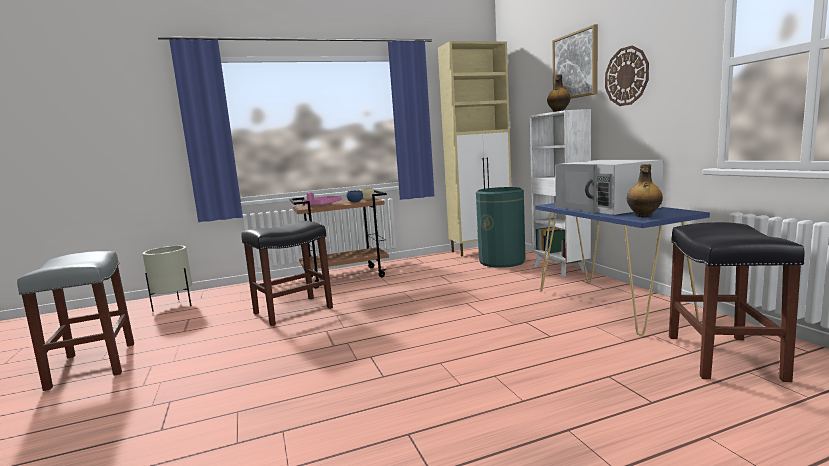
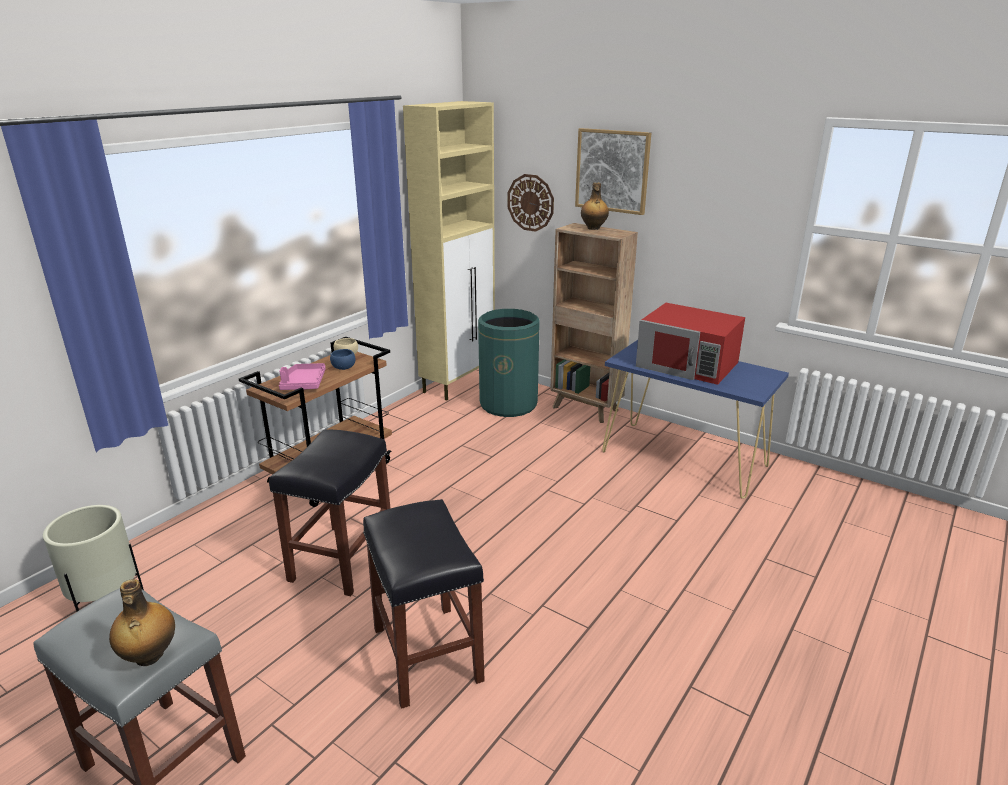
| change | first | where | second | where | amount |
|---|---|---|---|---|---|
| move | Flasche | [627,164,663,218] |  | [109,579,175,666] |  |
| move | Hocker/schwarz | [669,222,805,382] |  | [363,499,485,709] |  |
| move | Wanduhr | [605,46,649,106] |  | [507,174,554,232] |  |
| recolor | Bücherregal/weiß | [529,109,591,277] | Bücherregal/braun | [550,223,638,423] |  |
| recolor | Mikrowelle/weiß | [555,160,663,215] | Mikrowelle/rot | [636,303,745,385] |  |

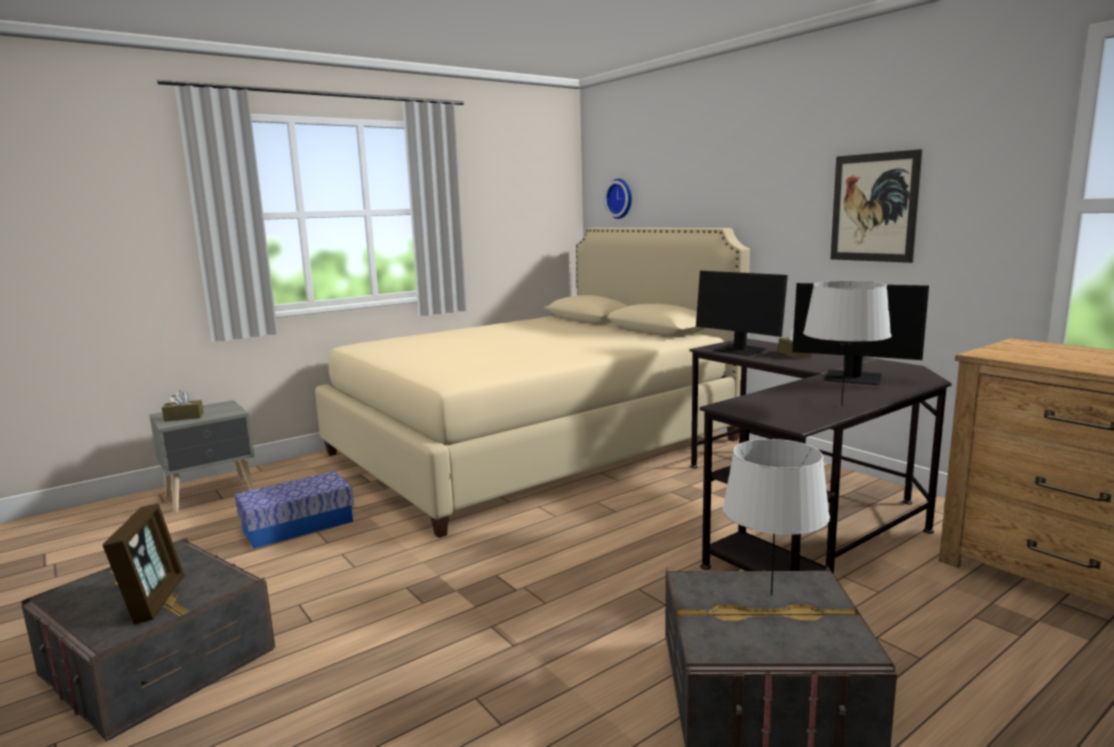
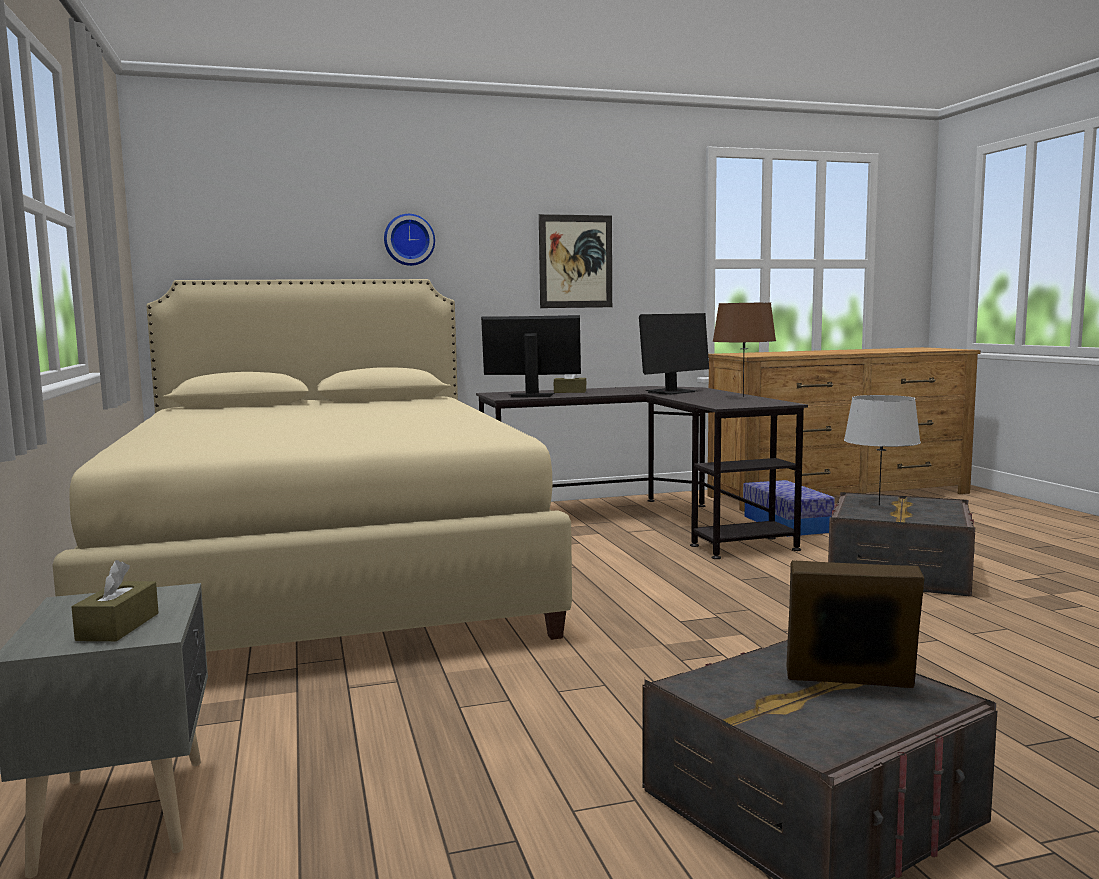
| change | first | where | second | where | amount |
|---|---|---|---|---|---|
| move | Wanduhr | [604,179,632,219] |  | [384,214,435,266] |  |
| rotate | Monitor | [696,271,788,356] |  | [481,315,581,397] | 150 degrees counterclockwise |
| recolor | Tischlampe/grau | [803,281,892,406] | Tischlampe/braun | [712,302,776,398] |  |
| move | Aufbewahrungsbox | [235,471,354,549] |  | [743,480,835,537] |  |

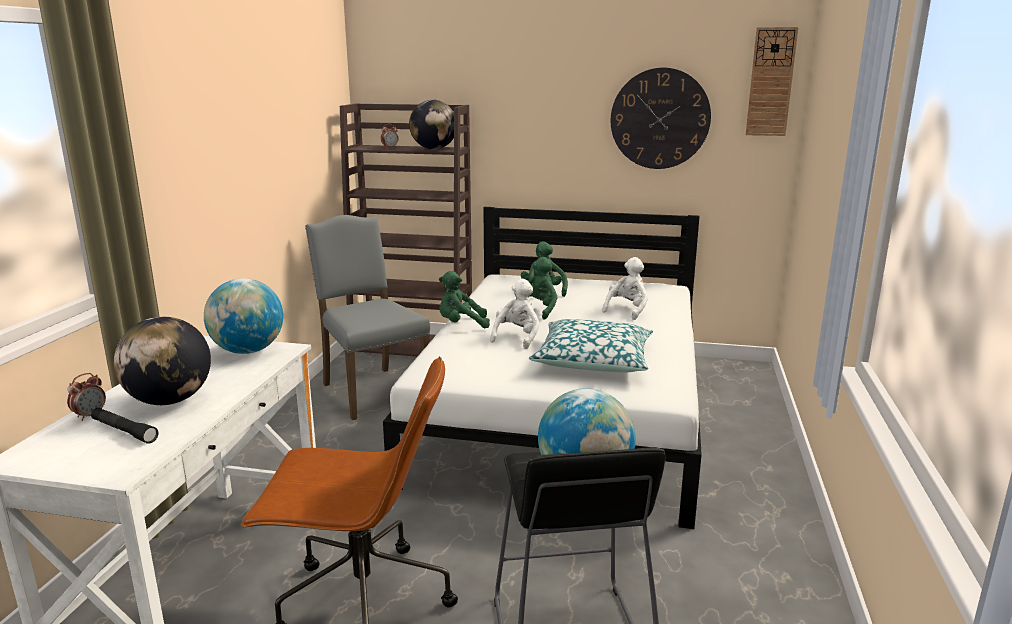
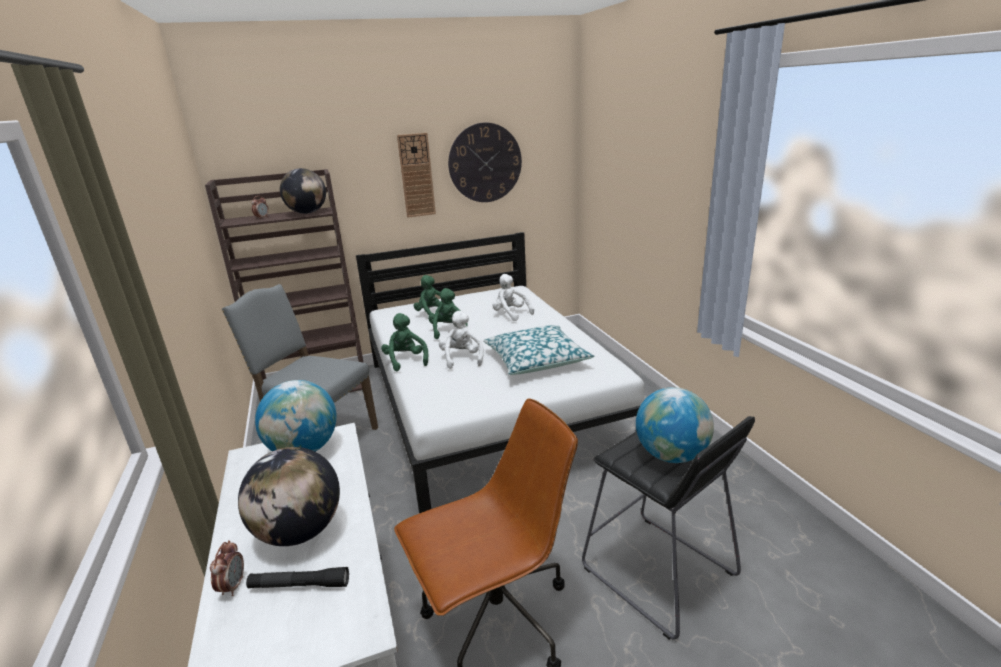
| change | first | where | second | where | amount |
|---|---|---|---|---|---|
| rotate | Plüschtier/grün | [439,271,490,328] |  | [381,313,428,371] | 105 degrees clockwise |
| move | Wanduhr | [746,27,798,136] |  | [397,133,436,218] |  |
| rotate | Plüschtier/weiß | [602,257,648,320] |  | [492,274,534,321] | 45 degrees counterclockwise |

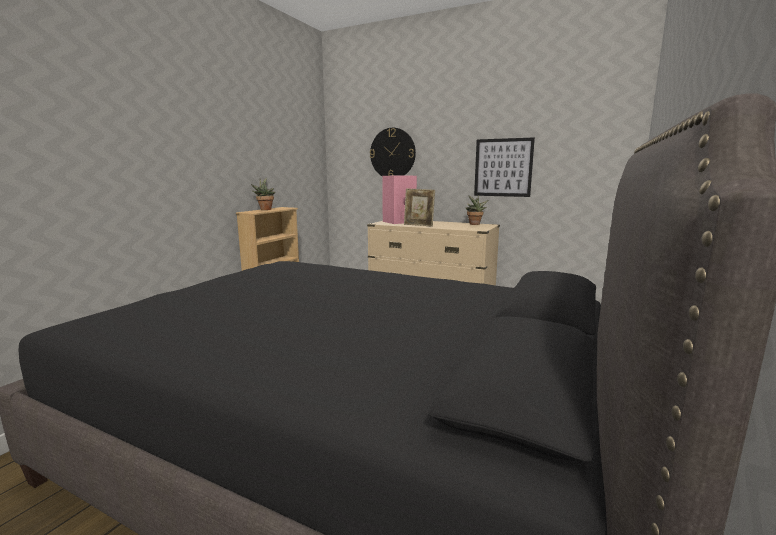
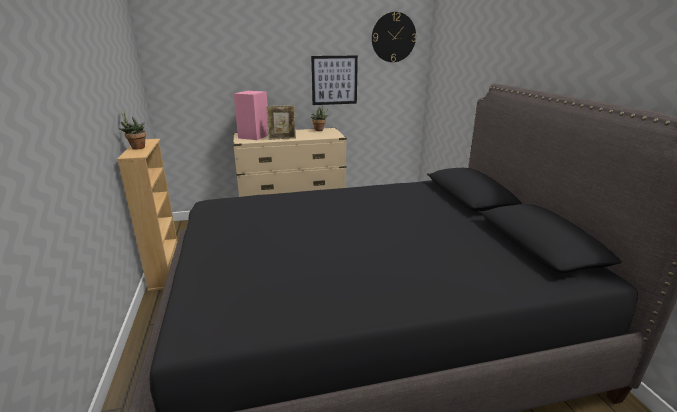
| change | first | where | second | where | amount |
|---|---|---|---|---|---|
| move | Wanduhr | [370,128,416,176] |  | [372,12,416,62] |  |

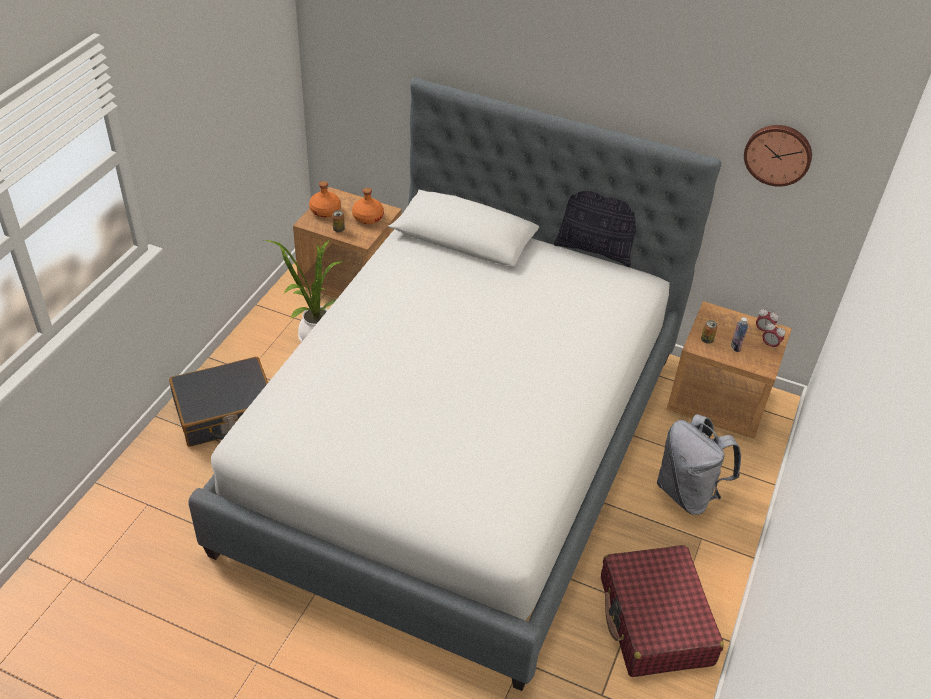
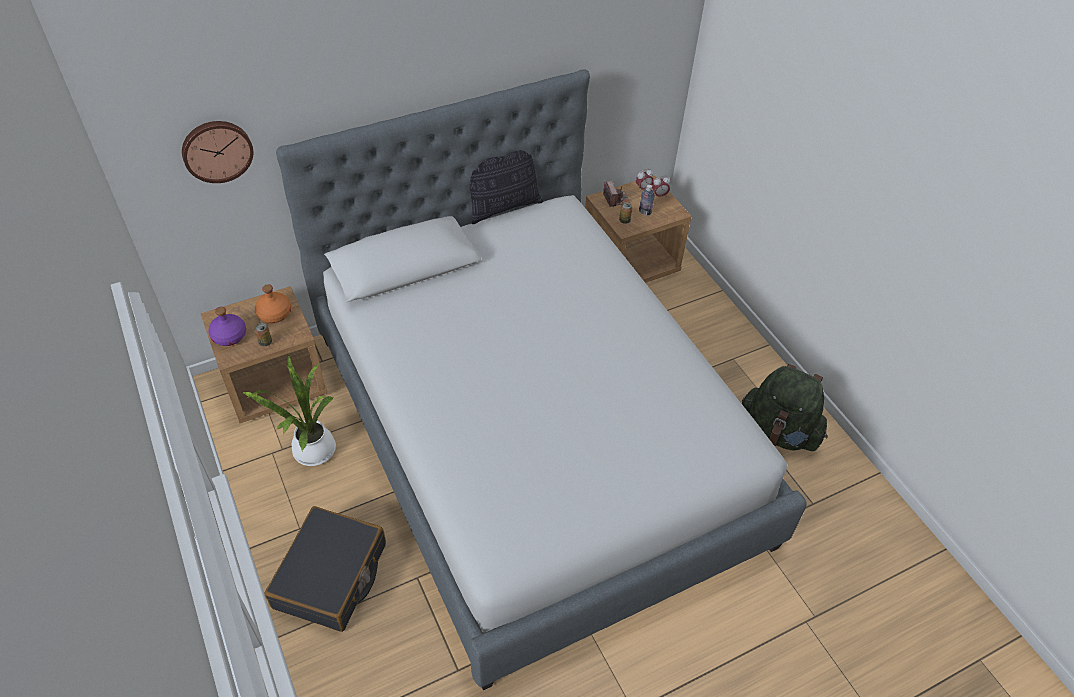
| change | first | where | second | where | amount |
|---|---|---|---|---|---|
| move | Wanduhr | [744,125,812,187] |  | [182,121,253,183] |  |
| recolor | Flasche/orange | [309,181,341,217] | Flasche/lila | [208,307,246,346] |  |
| insert |  |  | Kamera | [603,181,630,207] |  |
| replace | Koffer/rot | [601,545,724,677] | Rucksack/grün | [742,364,828,451] |  |
| delete | Rucksack/grau | [657,414,741,515] |  |  |  |

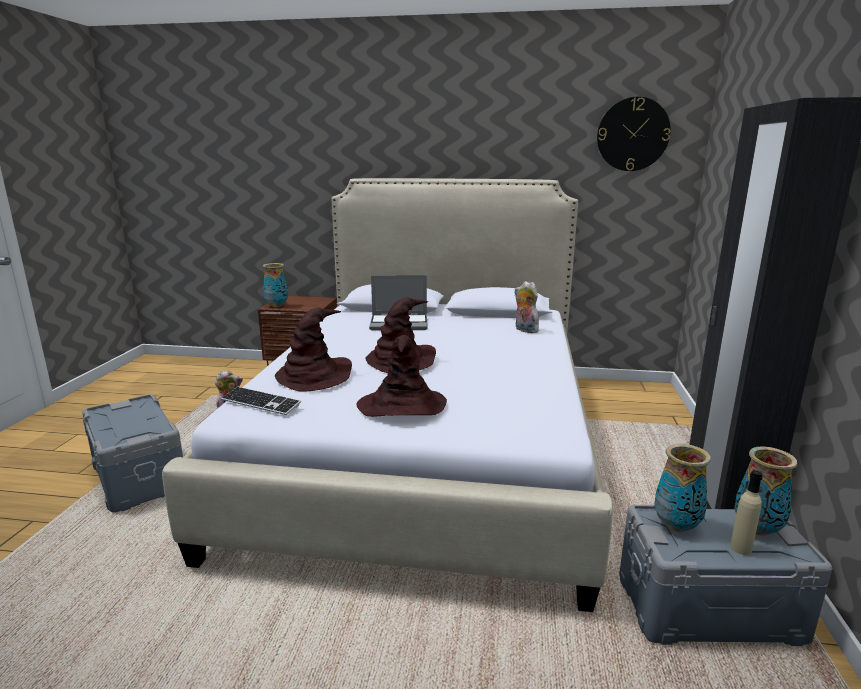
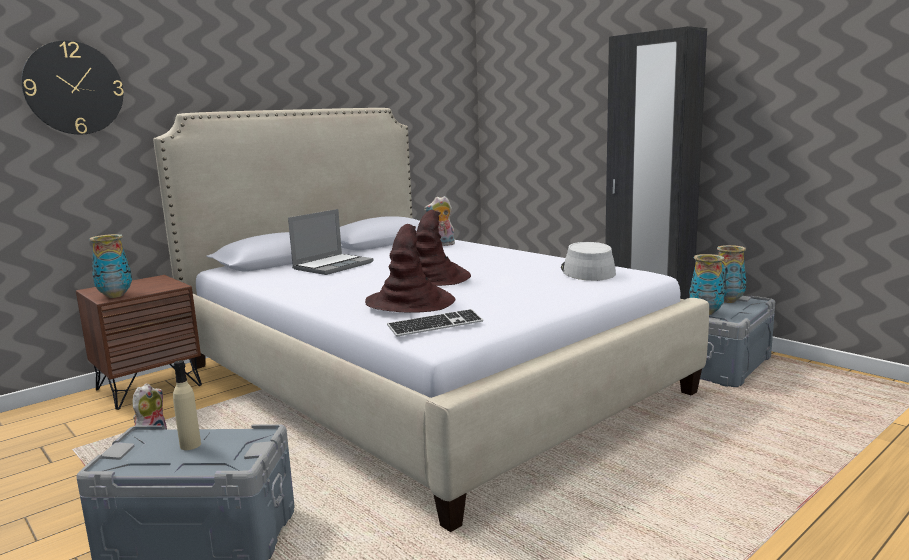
| change | first | where | second | where | amount |
|---|---|---|---|---|---|
| move | Wanduhr | [597,97,671,171] |  | [21,41,123,134] |  |
| move | Flasche/beige | [730,470,763,555] |  | [173,360,201,450] |  |
| insert |  |  | Hut/grau | [561,242,616,281] |  |
| delete | Hut/braun | [357,335,447,417] |  |  |  |

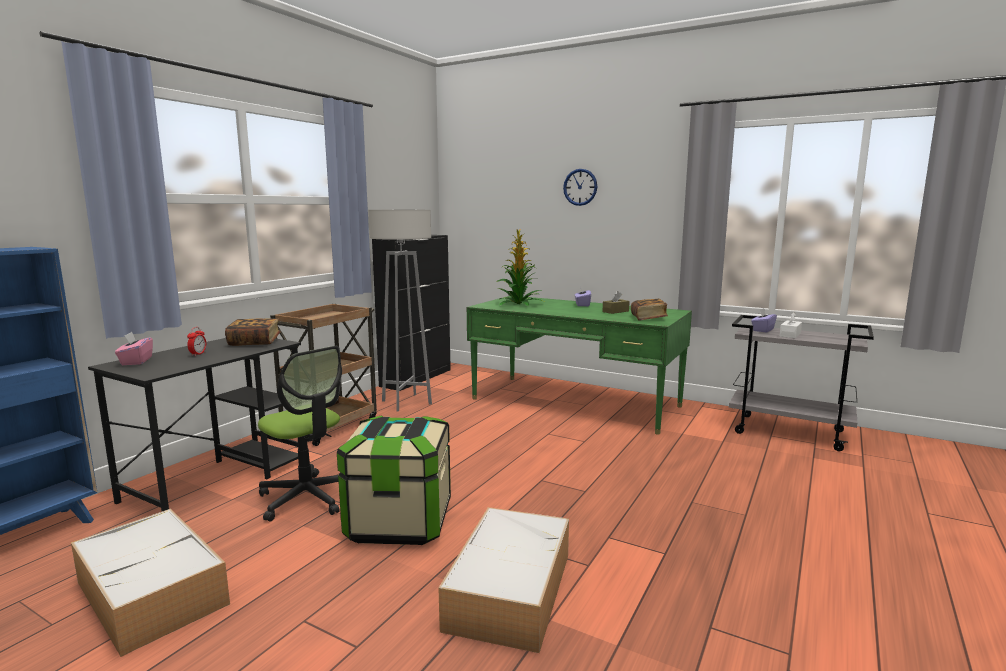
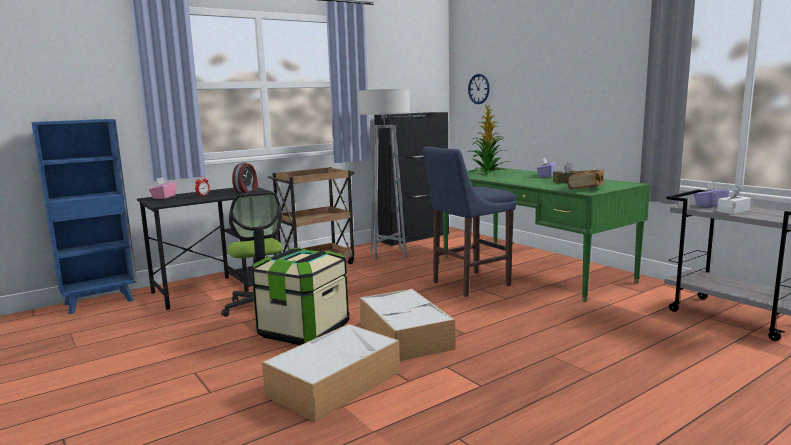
| change | first | where | second | where | amount |
|---|---|---|---|---|---|
| replace | Buch | [225,318,281,346] | Wecker | [232,162,258,193] |  |
| move | Aufbewahrungsbox | [71,509,230,657] |  | [359,289,455,362] |  |
| insert |  |  | Hocker/blau | [423,146,516,297] |  |
| move | Wanduhr | [563,169,597,206] |  | [468,74,490,104] |  |

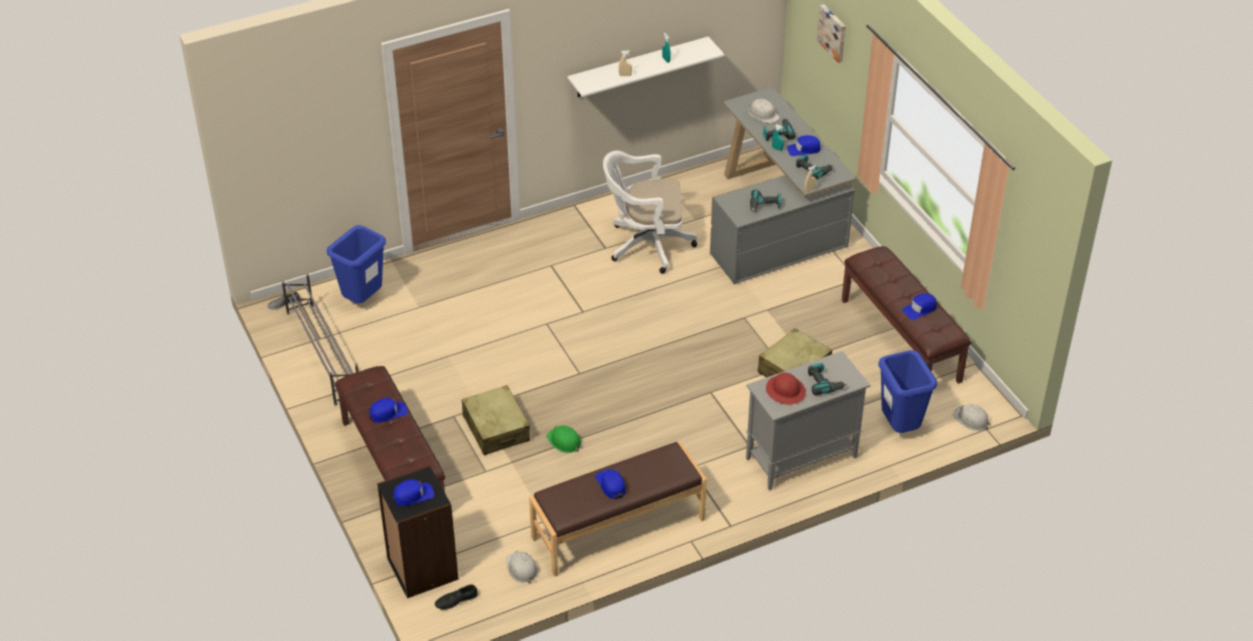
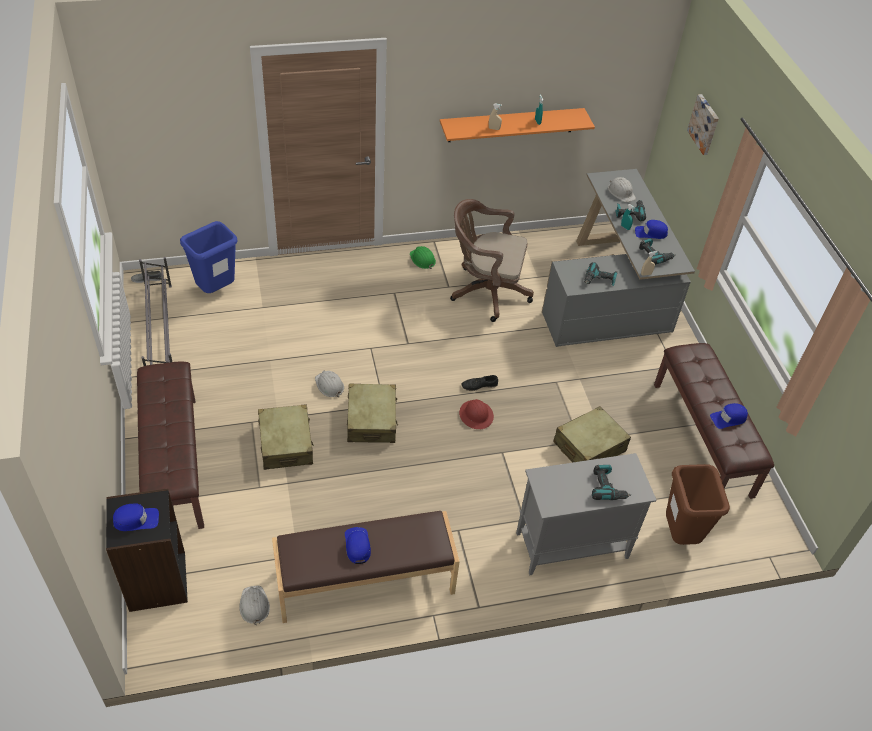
| change | first | where | second | where | amount |
|---|---|---|---|---|---|
| move | Schutzhelm/weiß | [953,404,991,431] |  | [315,371,344,397] |  |
| insert |  |  | Koffer/beige | [347,384,398,443] |  |
| move | Schutzhelm/grün | [546,425,582,453] |  | [410,246,436,269] |  |
| recolor | Wandregal/weiß | [567,37,724,97] | Wandregal/orange | [440,108,595,142] |  |
| recolor | Bürostuhl/weiß | [603,151,697,273] | Bürostuhl/braun | [450,199,534,322] |  |
| move | Schutzhelm/rot | [766,373,806,405] |  | [459,399,494,429] |  |
| move | Schuh/schwarz | [435,585,478,610] |  | [461,375,498,391] |  |
| recolor | Mülleimer/blau | [878,350,937,433] | Mülleimer/braun | [666,464,730,545] |  |
| delete | Kappe/blau | [369,398,408,423] |  |  |  |

